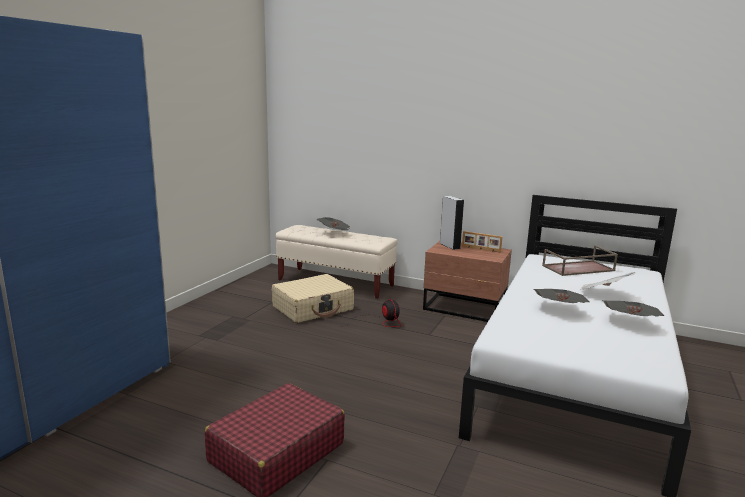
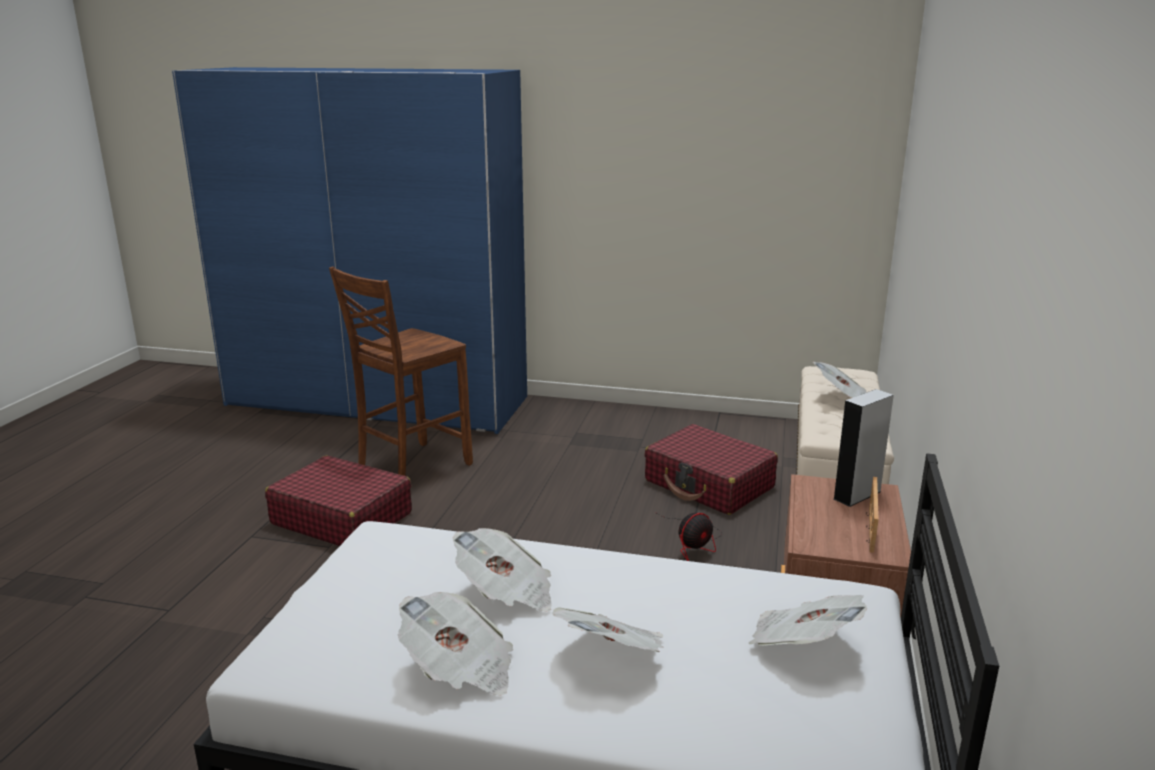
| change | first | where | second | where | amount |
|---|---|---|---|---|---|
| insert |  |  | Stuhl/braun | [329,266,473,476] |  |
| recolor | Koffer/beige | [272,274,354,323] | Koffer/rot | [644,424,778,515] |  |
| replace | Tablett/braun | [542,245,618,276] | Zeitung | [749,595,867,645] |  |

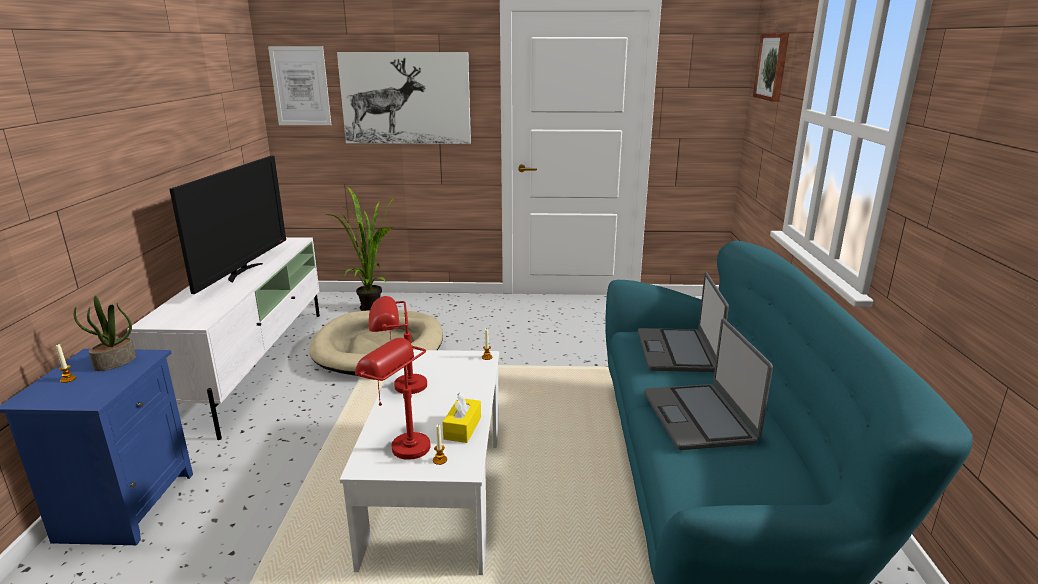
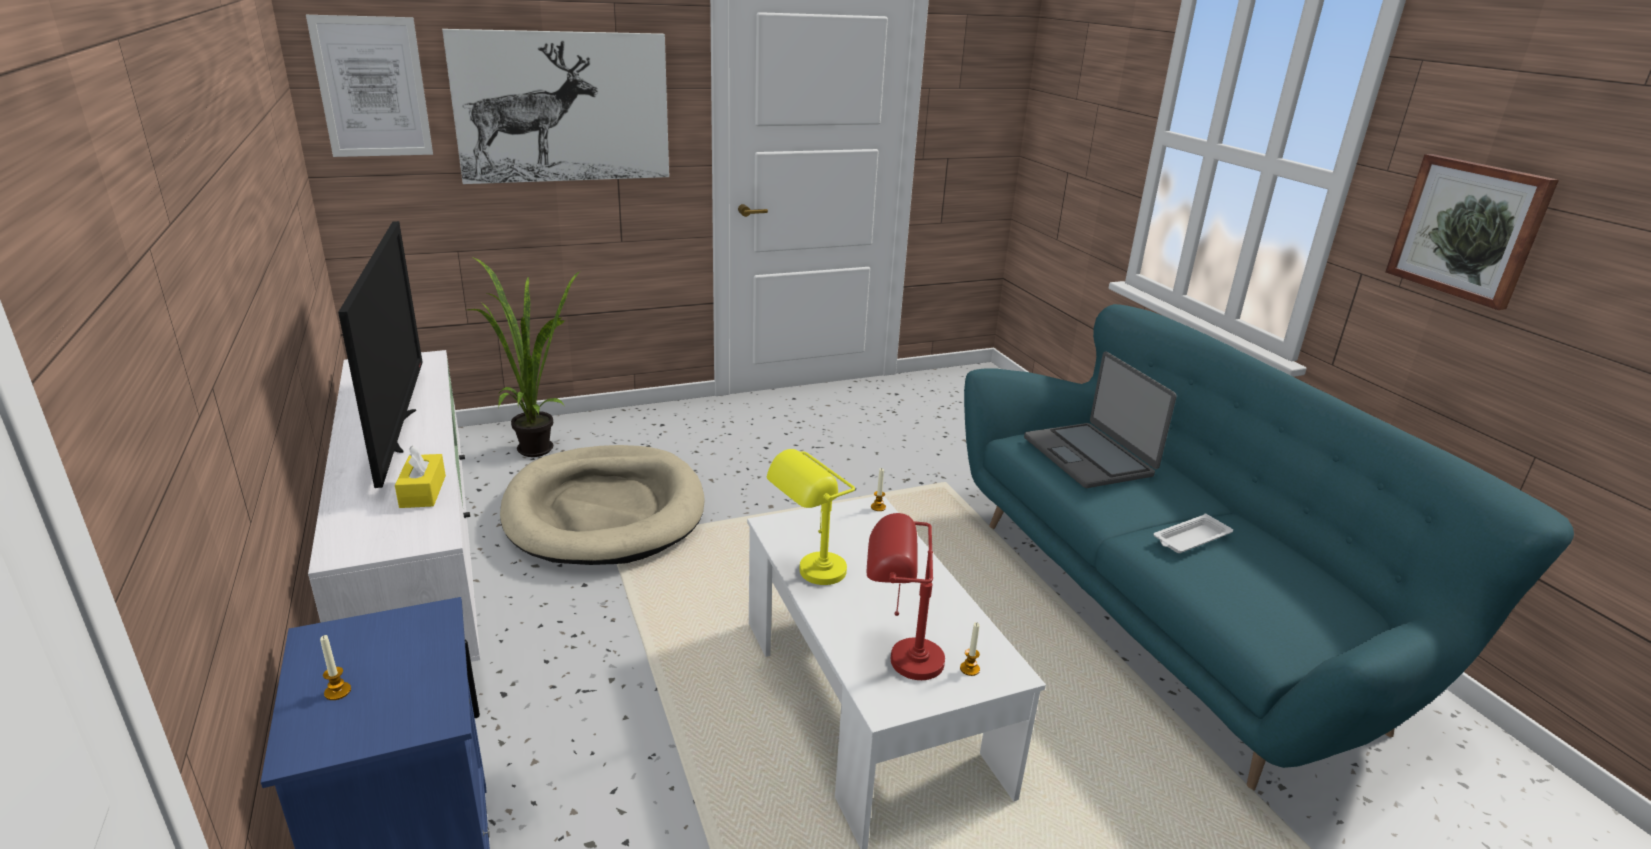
| change | first | where | second | where | amount |
|---|---|---|---|---|---|
| move | Taschentuchbox/gelb | [442,393,481,443] |  | [395,446,446,508] |  |
| recolor | Tischlampe/rot | [369,296,427,394] | Tischlampe/gelb | [767,449,855,585] |  |
| replace | Laptop | [644,318,773,450] | Tablett/weiß | [1154,514,1233,553] |  |
| move | Bild | [753,33,789,102] |  | [1385,154,1559,310] |  |
| delete | Topfpflanze | [74,296,136,371] |  |  |  |

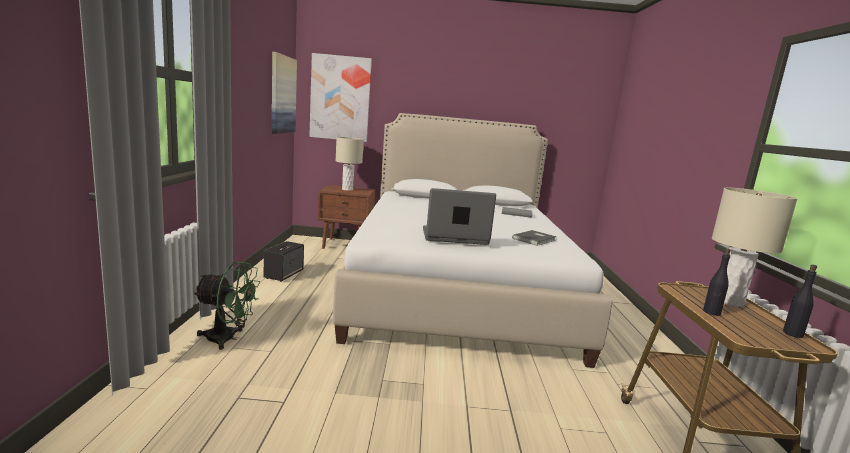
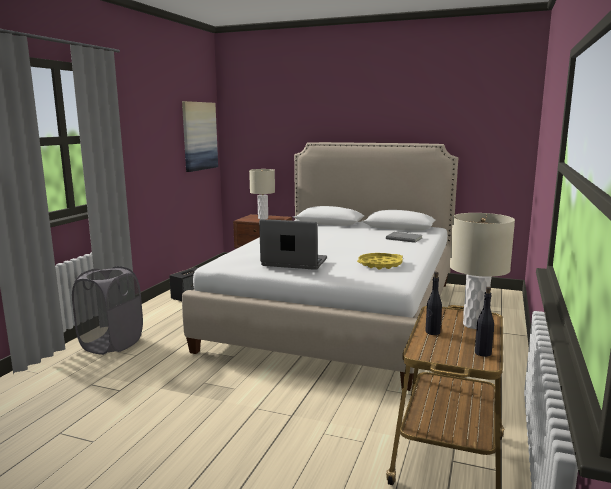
| change | first | where | second | where | amount |
|---|---|---|---|---|---|
| replace | Ventilator/grün | [193,261,260,350] | Wäschekorb/grau | [72,266,143,355] |  |
| replace | Buch/grau | [512,230,556,246] | Tablett/gelb | [357,253,403,269] |  |
| delete | Bild | [309,53,372,142] |  |  |  |

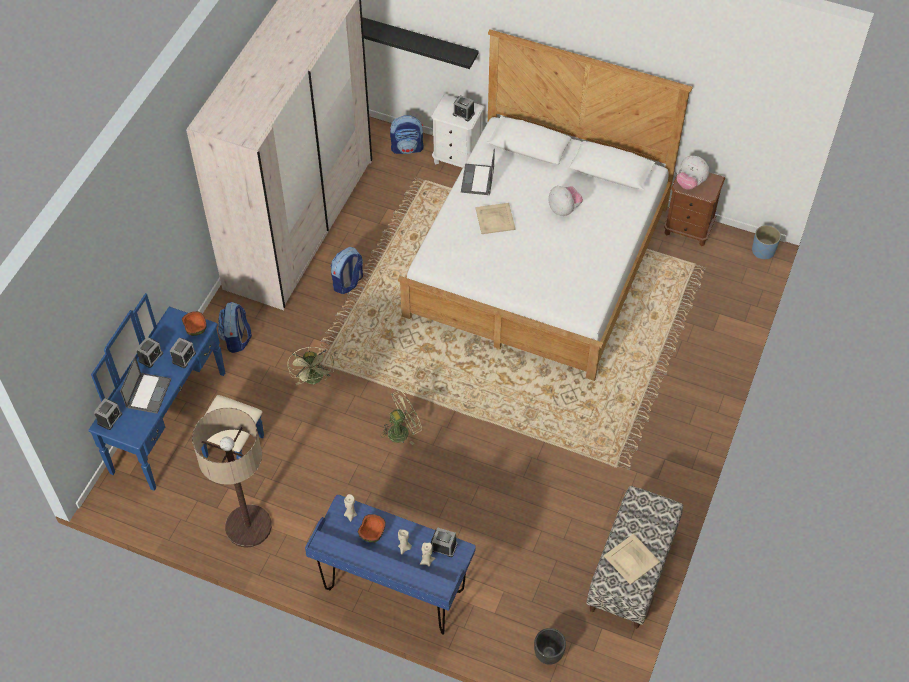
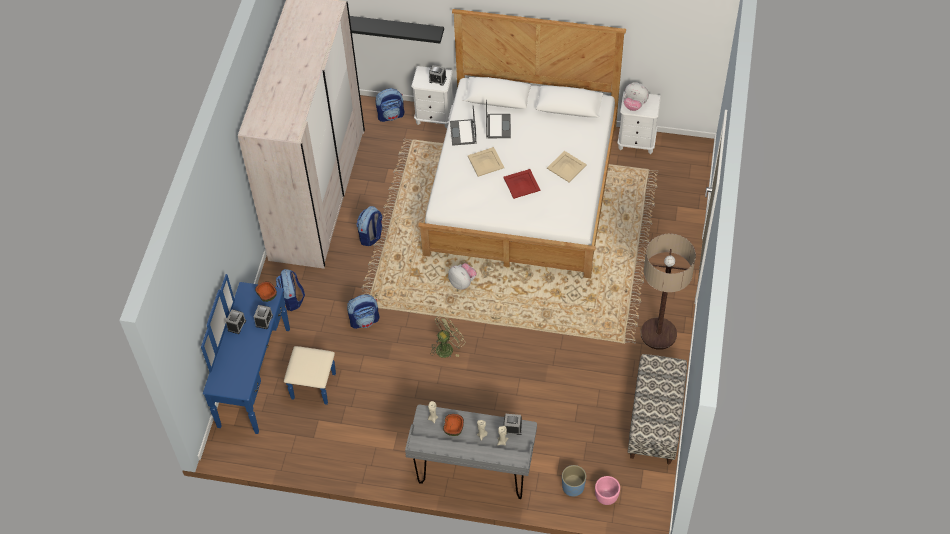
| change | first | where | second | where | amount |
|---|---|---|---|---|---|
| replace | Ventilator/grün | [287,347,334,385] | Rucksack | [347,294,379,329] |  |
| recolor | Schreibtisch/blau | [305,495,476,635] | Schreibtisch/grau | [405,404,537,499] |  |
| move | Plüschtier | [549,185,583,216] |  | [448,263,477,290] |  |
| move | Laptop | [120,356,171,414] |  | [486,100,511,138] |  |
| insert |  |  | Tablett/rot | [504,169,540,199] |  |
| move | Tablett/beige | [604,534,660,585] |  | [547,151,587,182] |  |
| move | Pflanzkübel/blau | [752,225,781,259] |  | [562,465,586,496] |  |
| recolor | Pflanzkübel/schwarz | [534,628,566,665] | Pflanzkübel/rosa | [595,476,620,505] |  |
| recolor | Nachttisch/braun | [664,172,725,246] | Nachttisch/weiß | [617,91,661,154] |  |
| move | Stehlampe | [192,408,272,548] |  | [641,233,696,350] |  |
| delete | Wecker | [94,398,122,430] |  |  |  |

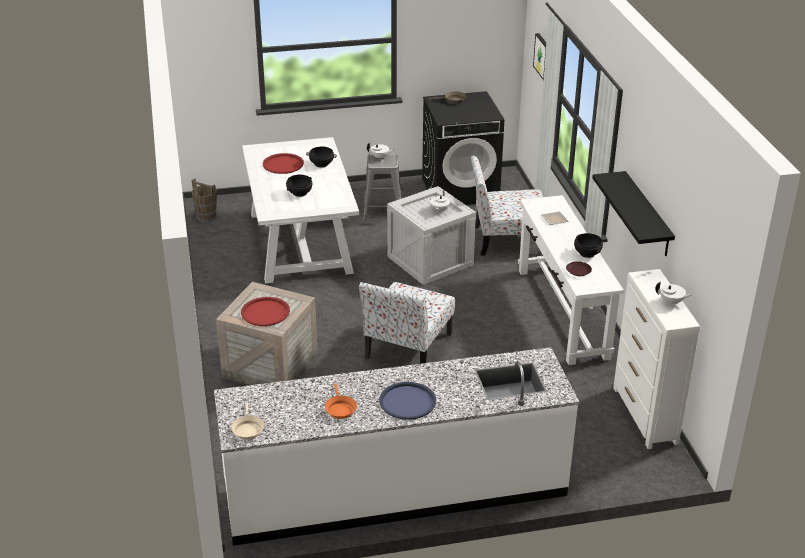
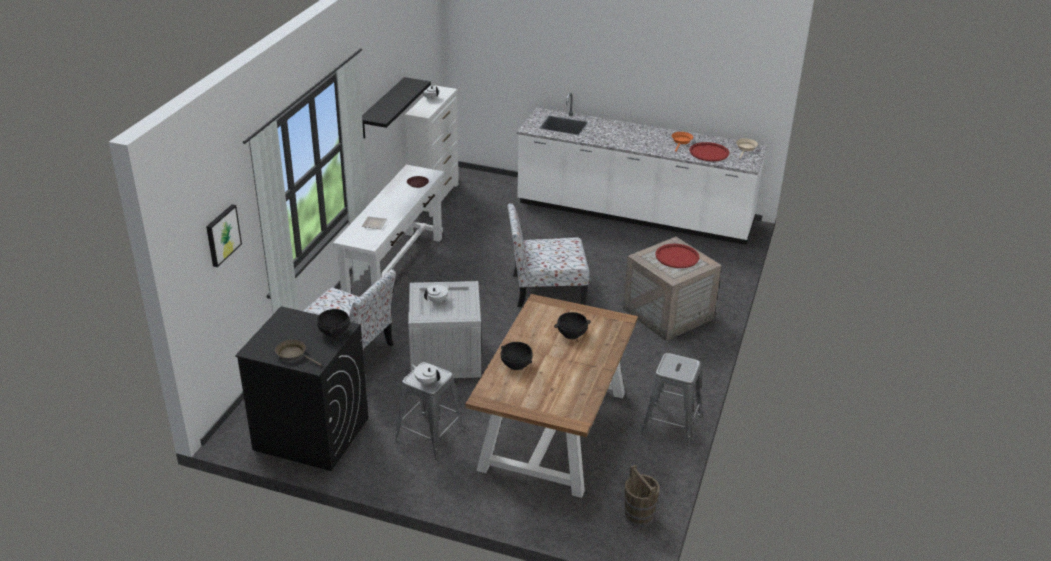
| change | first | where | second | where | amount |
|---|---|---|---|---|---|
| move | Schüssel/schwarz | [574,233,603,258] |  | [317,309,350,338] |  |
| recolor | Esstisch/weiß | [242,137,359,284] | Esstisch/braun | [465,294,638,498] |  |
| rotate | Stuhl | [359,282,455,364] |  | [507,203,590,307] | 150 degrees counterclockwise |
| insert |  |  | Hocker/grau | [641,353,701,447] |  |
| move | Tablett/rot | [263,153,304,174] |  | [689,142,729,161] |  |
| delete | Tablett/blau | [379,382,436,420] |  |  |  |

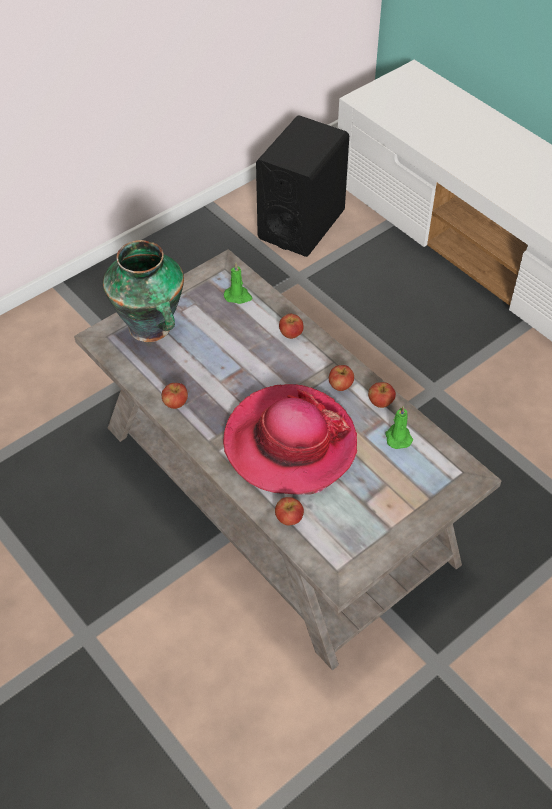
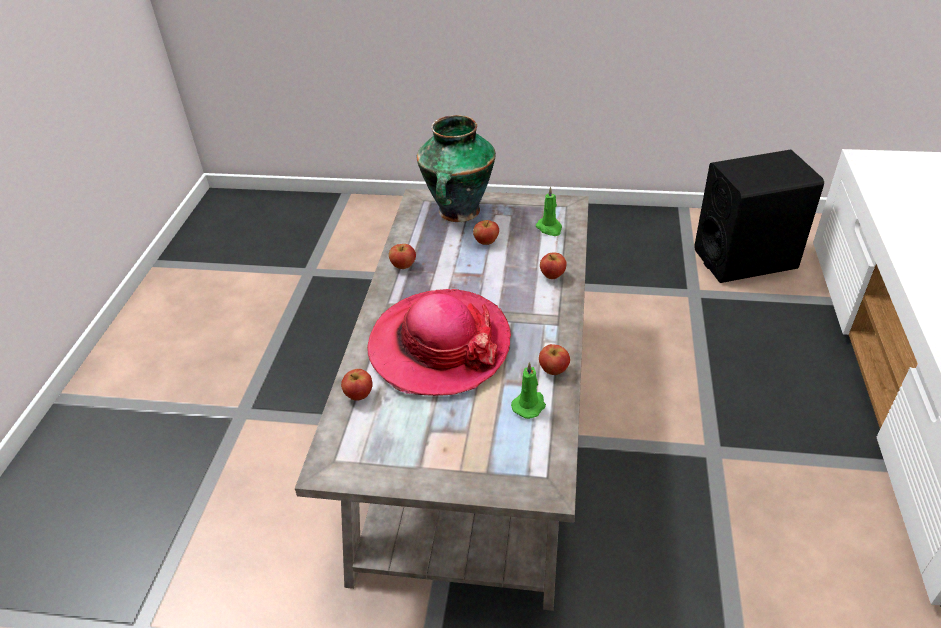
| change | first | where | second | where | amount |
|---|---|---|---|---|---|
| move | Apfel | [329,365,354,391] |  | [473,220,499,245] |  |

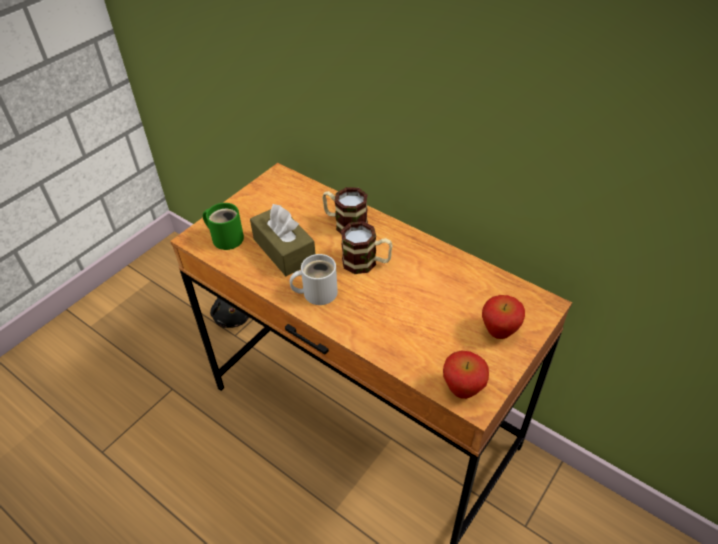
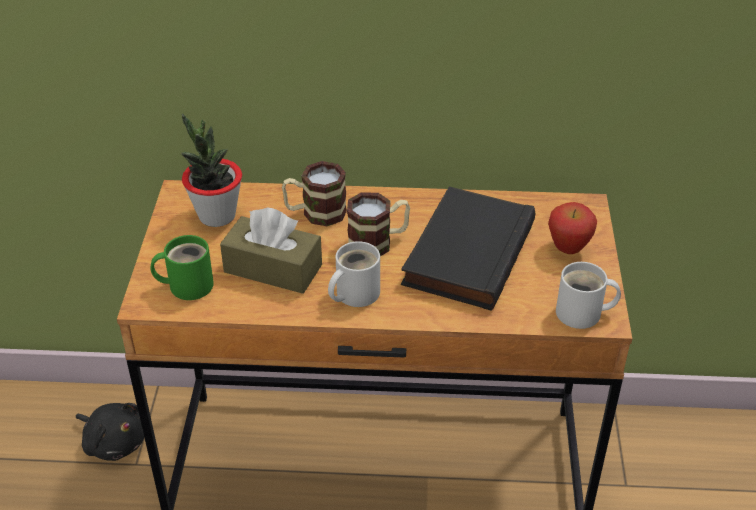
| change | first | where | second | where | amount |
|---|---|---|---|---|---|
| insert |  |  | Topfpflanze | [181,114,242,227] |  |
| insert |  |  | Buch/schwarz | [401,186,535,311] |  |
| replace | Apfel | [443,350,489,399] | Henkelbecher/weiß | [556,262,621,329] |  |

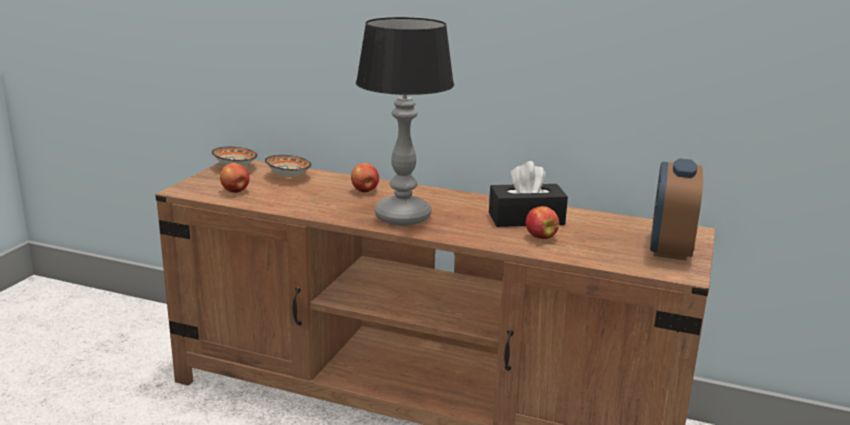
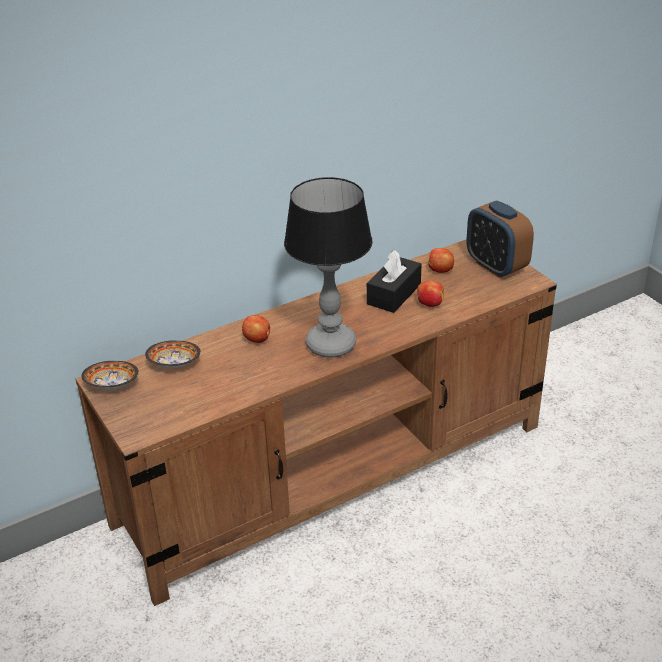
| change | first | where | second | where | amount |
|---|---|---|---|---|---|
| move | Apfel | [220,163,250,193] |  | [428,248,454,273] |  |

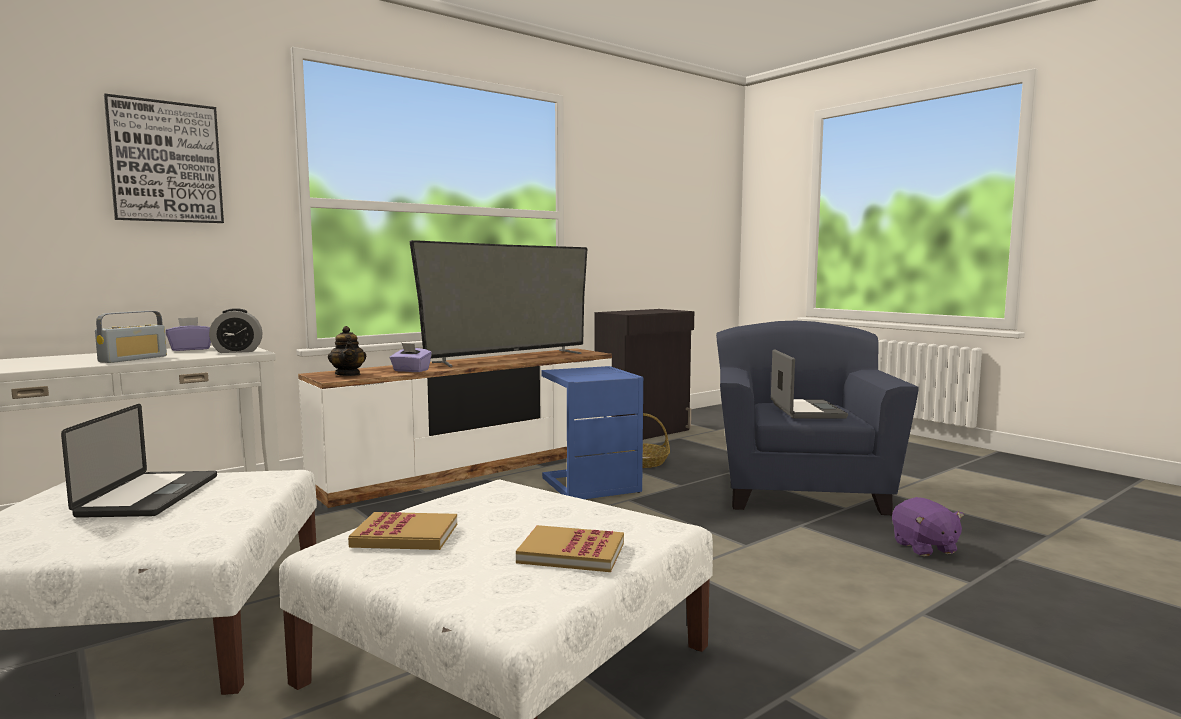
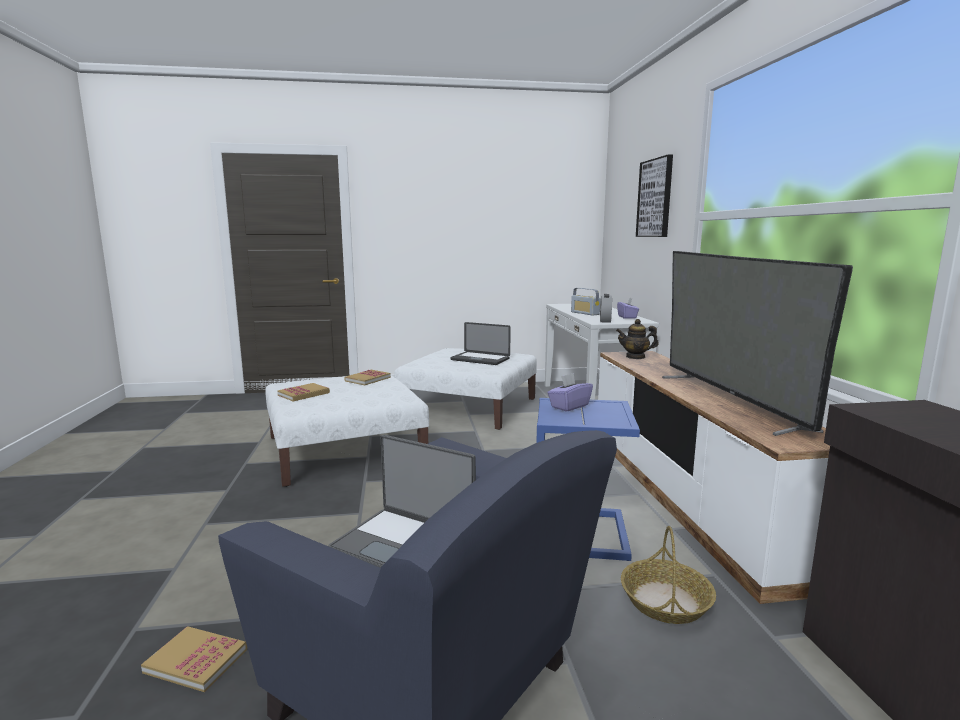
| change | first | where | second | where | amount |
|---|---|---|---|---|---|
| replace | Plüschtier/lila | [892,497,964,556] | Buch | [141,626,247,692] |  |
| move | Taschentuchbox/lila | [390,343,432,372] |  | [547,373,593,412] |  |

